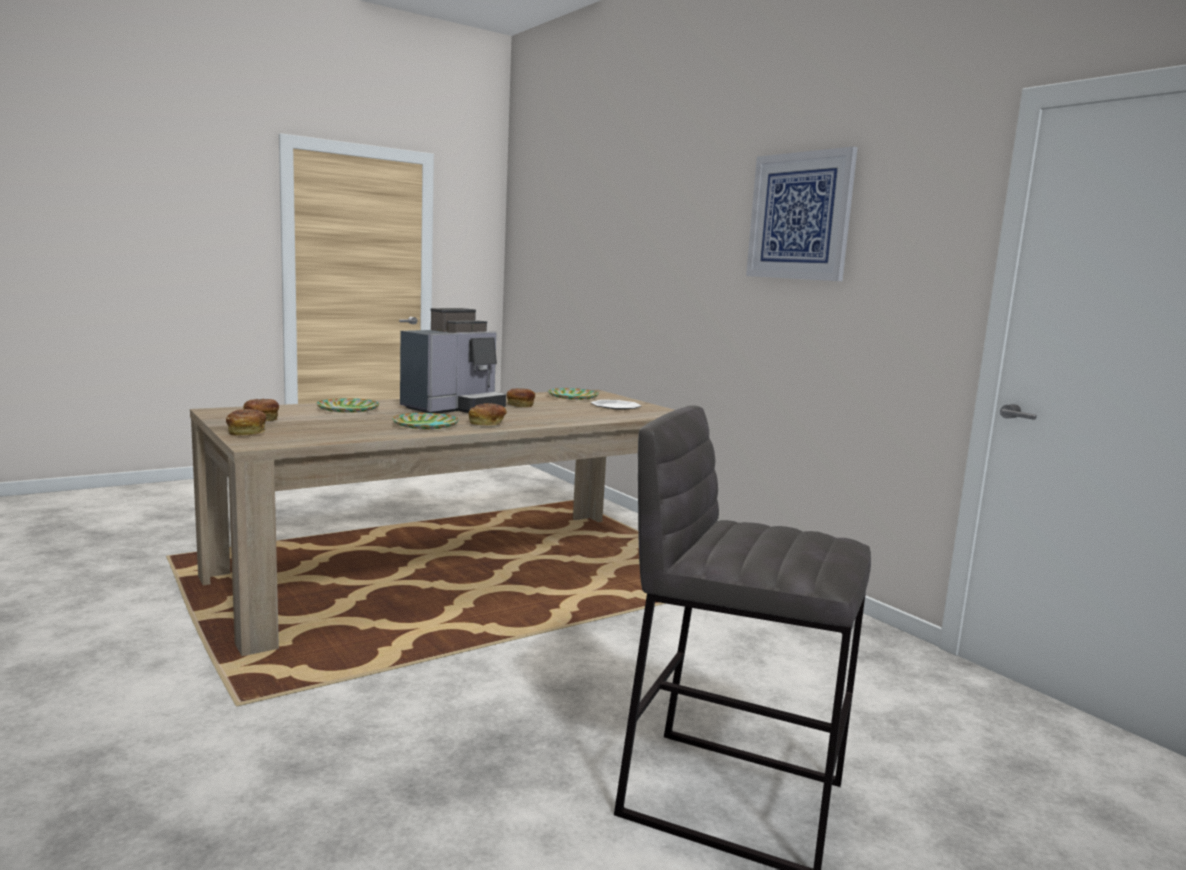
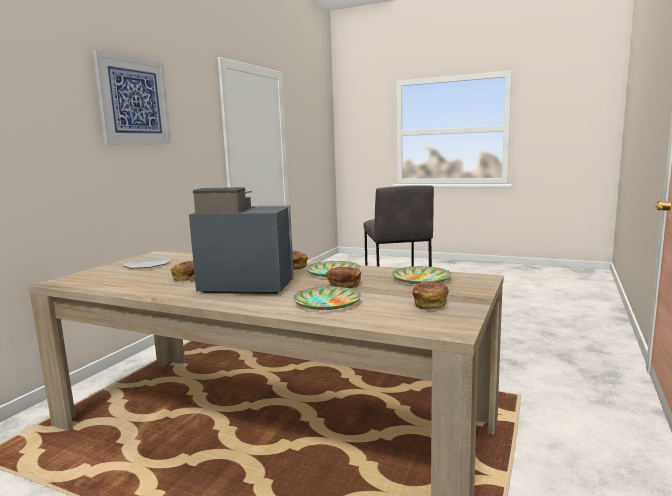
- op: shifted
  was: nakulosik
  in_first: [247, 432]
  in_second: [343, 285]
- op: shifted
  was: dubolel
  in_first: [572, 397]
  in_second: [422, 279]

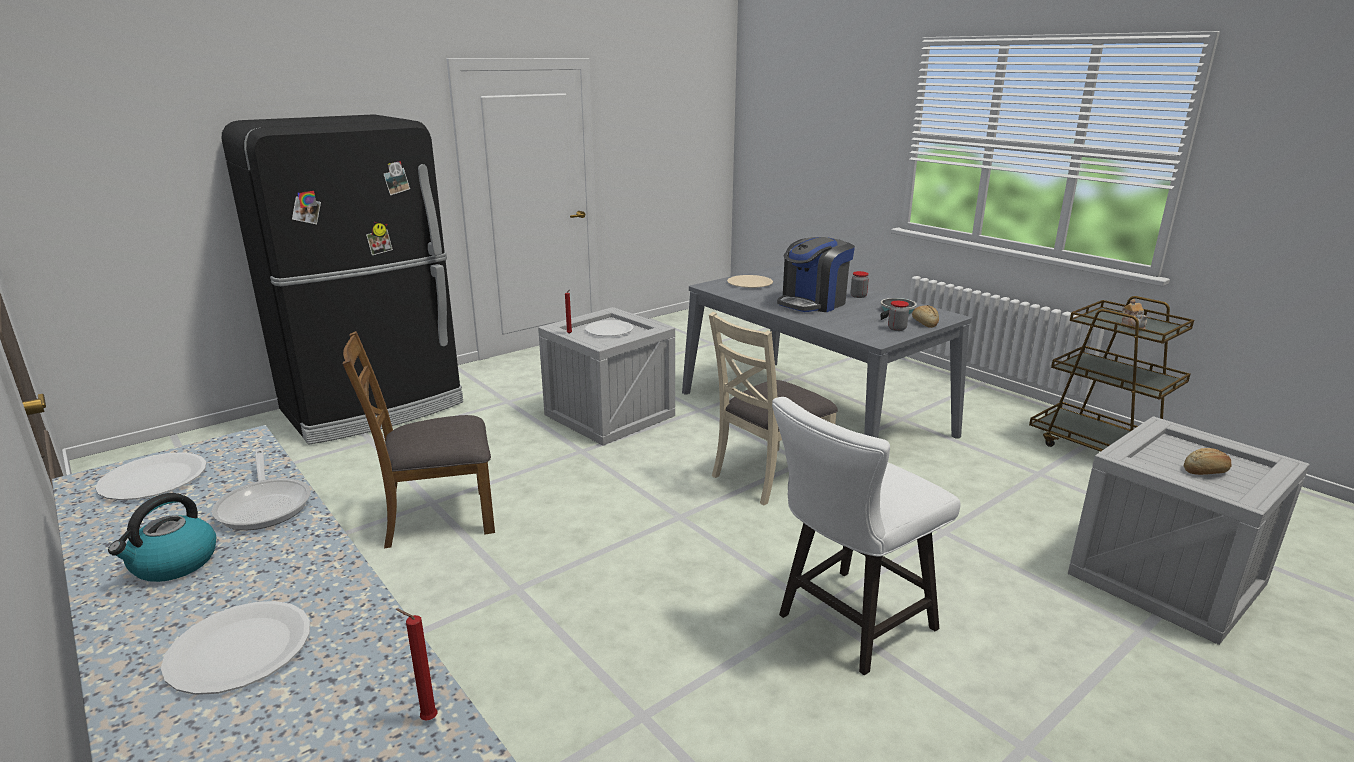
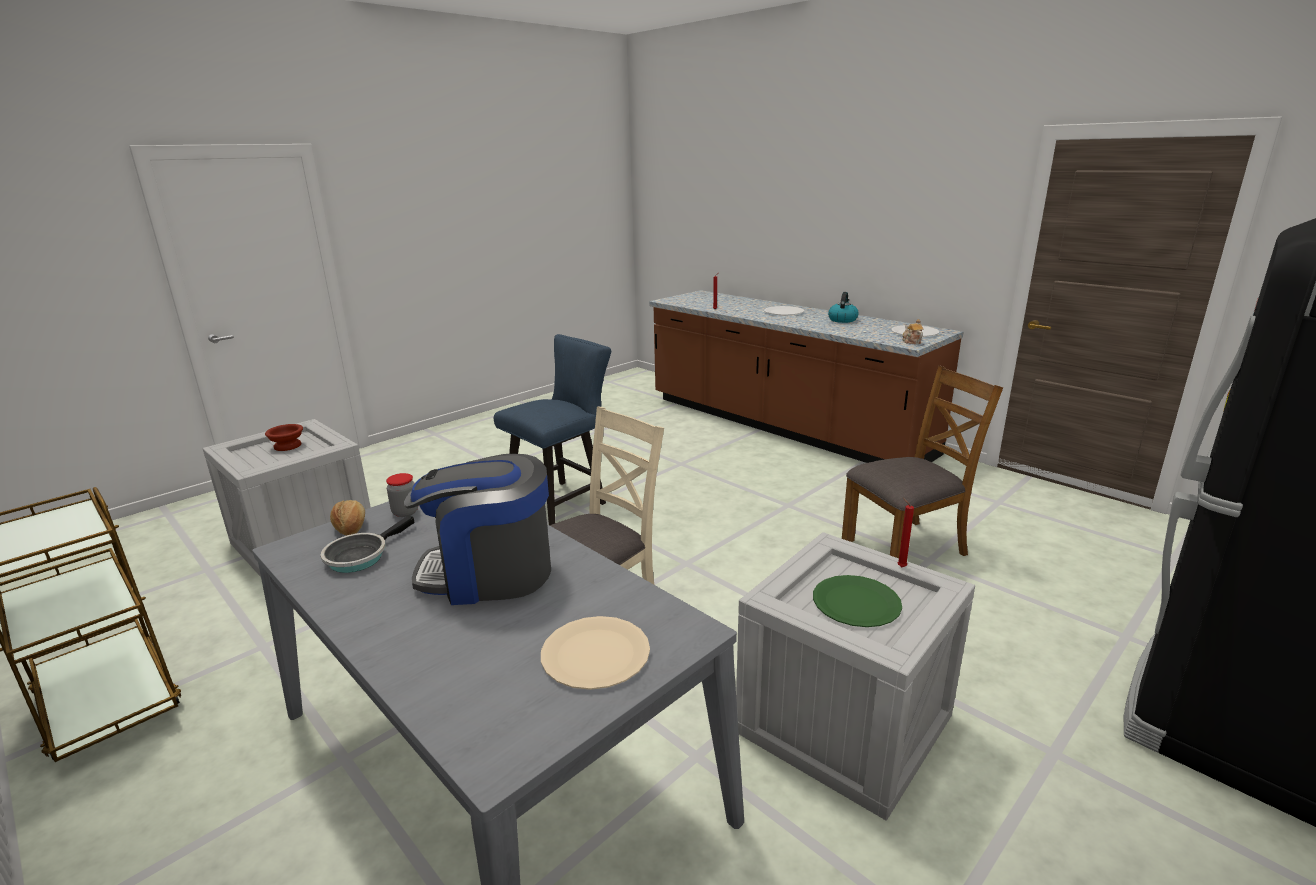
- op: gone
  was: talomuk
  in_first: [265, 505]
- op: gone
  was: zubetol
  in_first: [858, 296]
- op: shifted
  was: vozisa
  in_first: [1132, 326]
  in_second: [911, 342]
- op: swapped
  was: nakulosik
  now: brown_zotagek
  in_first: [1206, 472]
  in_second: [286, 446]
- op: repainted
  was: white_dubolel
  now: green_dubolel
  in_first: [609, 330]
  in_second: [856, 603]
- op: repainted
  was: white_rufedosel
  now: blue_rufedosel
  in_first: [848, 625]
  in_second: [562, 501]
- op: rotated
  was: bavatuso
  in_first: [813, 303]
  in_second: [489, 573]
  clockwise: -135

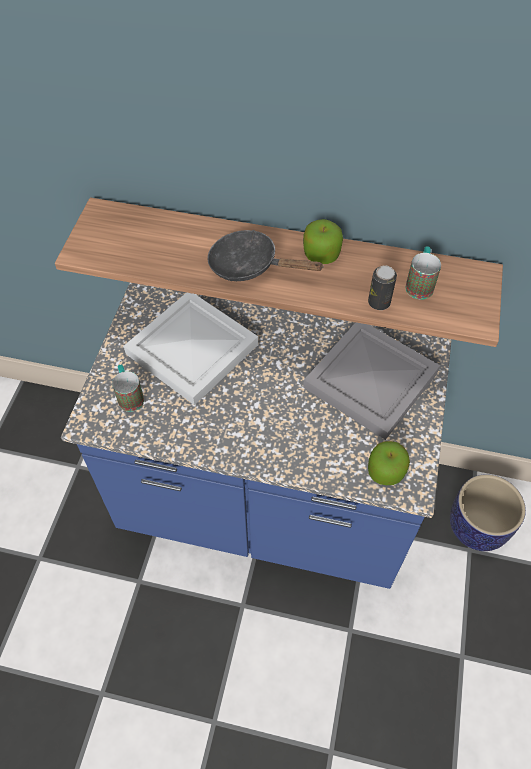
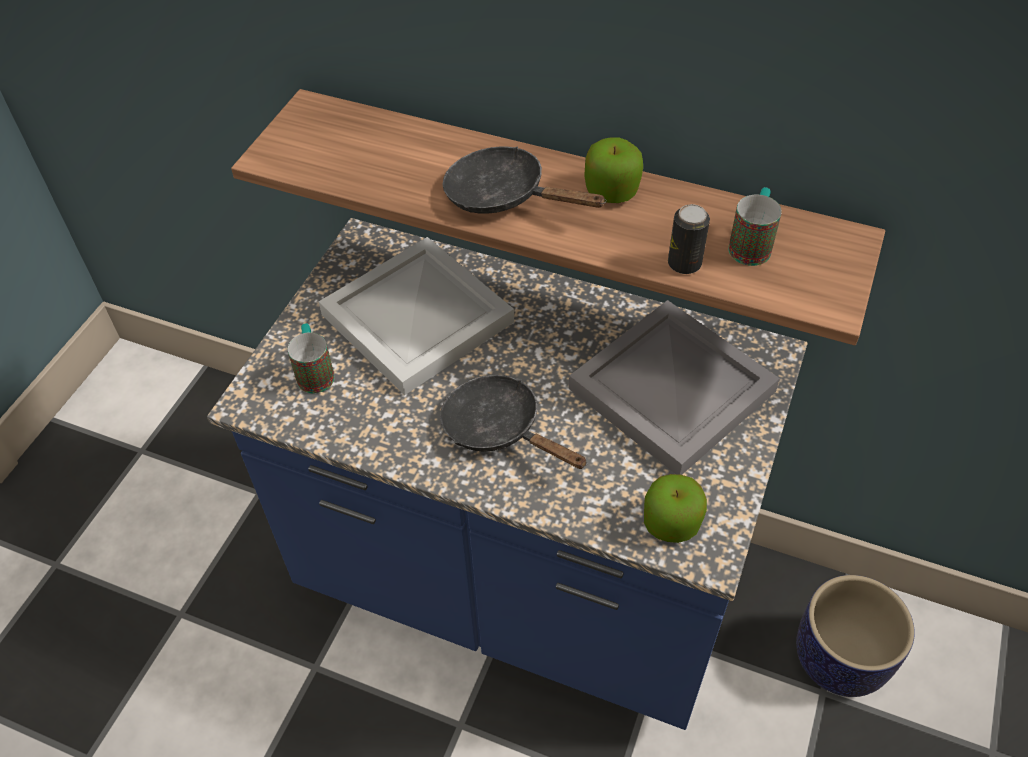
- op: new
  now: black_talomuk
  in_second: [499, 429]

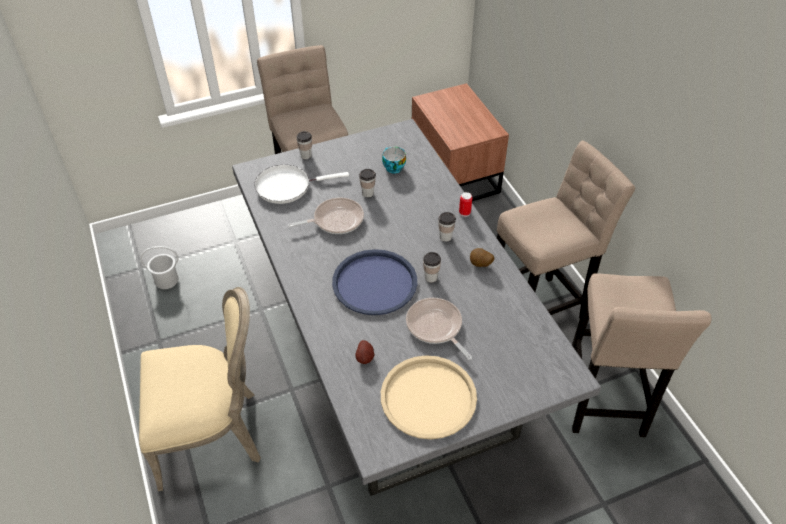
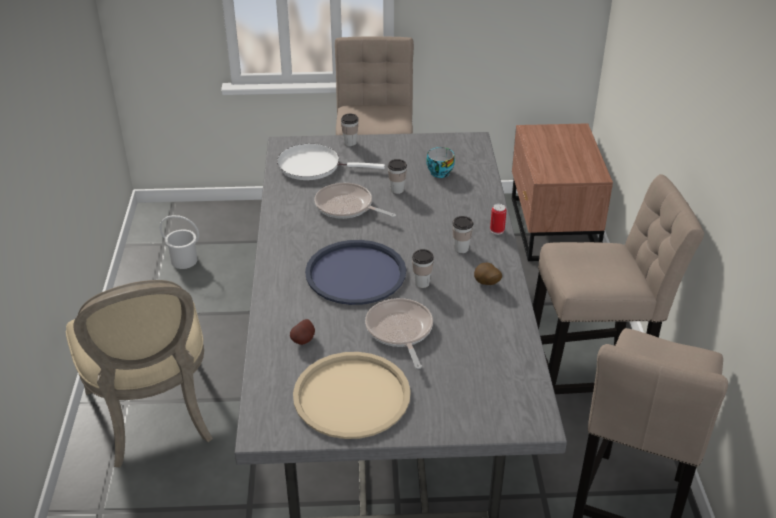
- op: rotated
  was: beige_rufedosel
  in_first: [212, 433]
  in_second: [154, 417]
  clockwise: 60
- op: rotated
  was: talomuk
  in_first: [335, 220]
  in_second: [347, 207]
  clockwise: -150

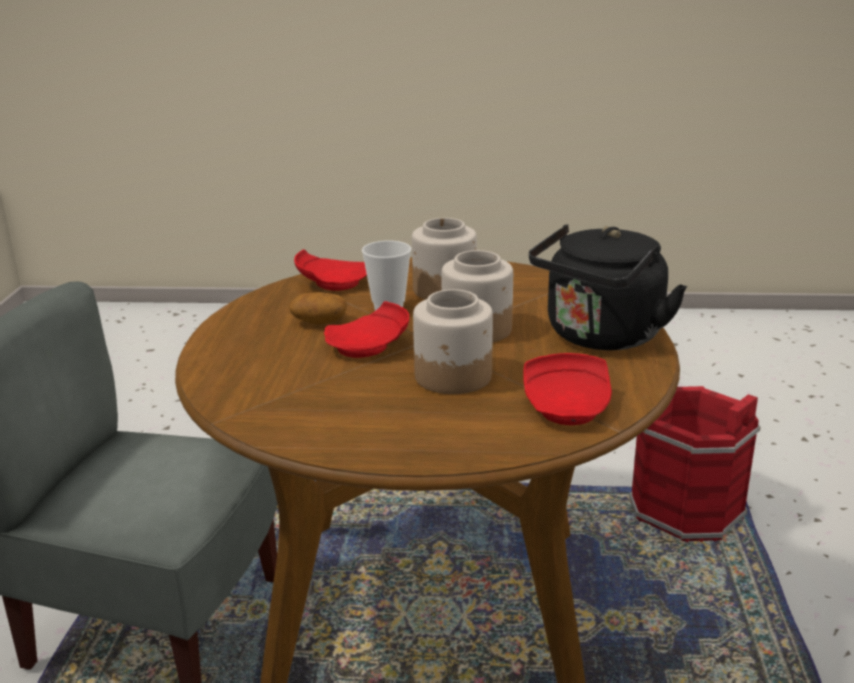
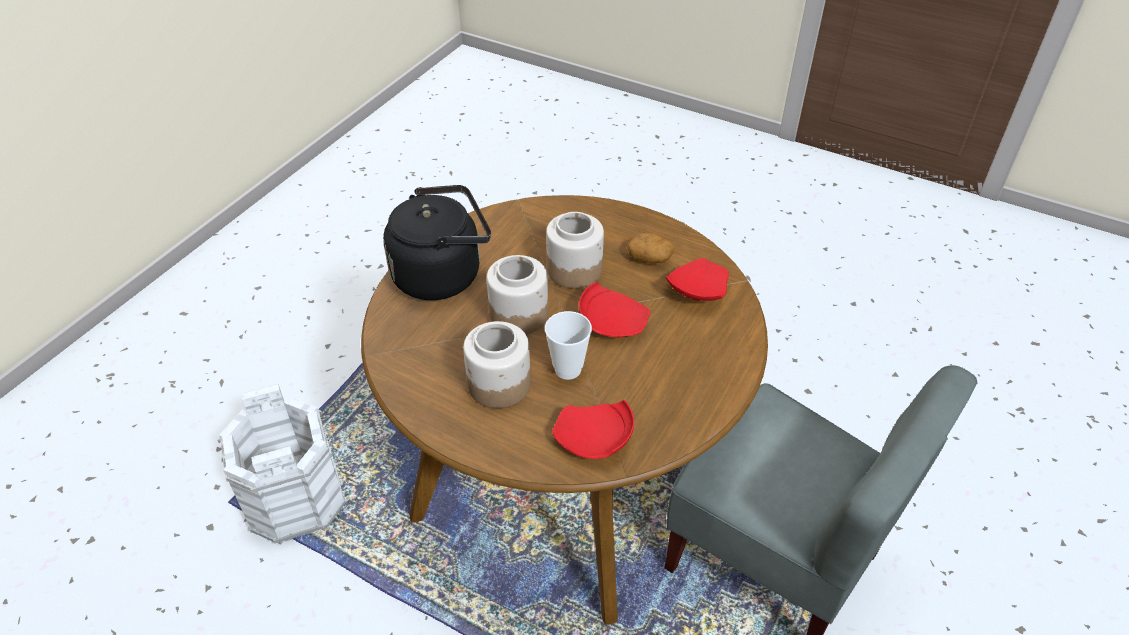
- op: shifted
  was: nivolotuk
  in_first: [319, 322]
  in_second: [650, 257]
- op: shifted
  was: red_dubolel
  in_first: [568, 407]
  in_second: [696, 291]
- op: repainted
  was: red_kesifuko
  now: white_kesifuko
  in_first: [687, 510]
  in_second: [295, 501]

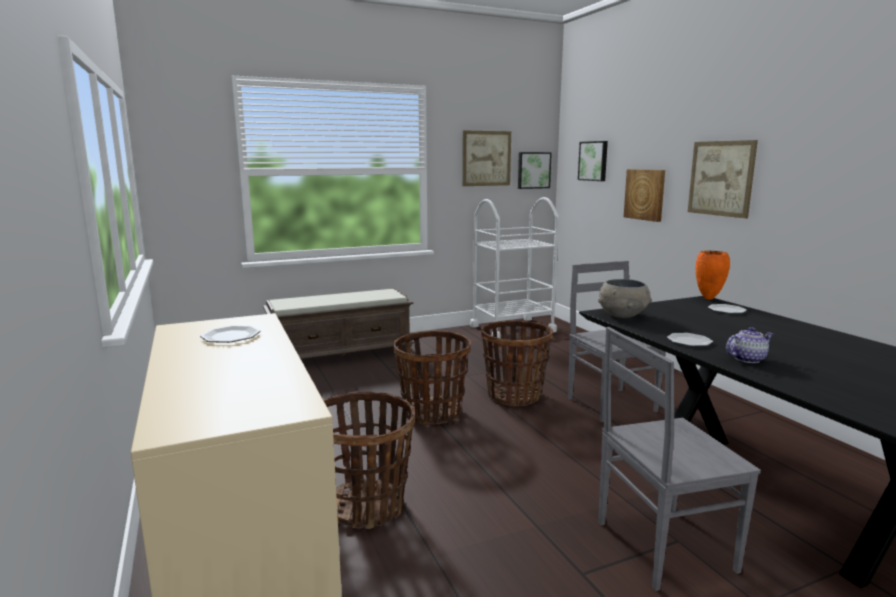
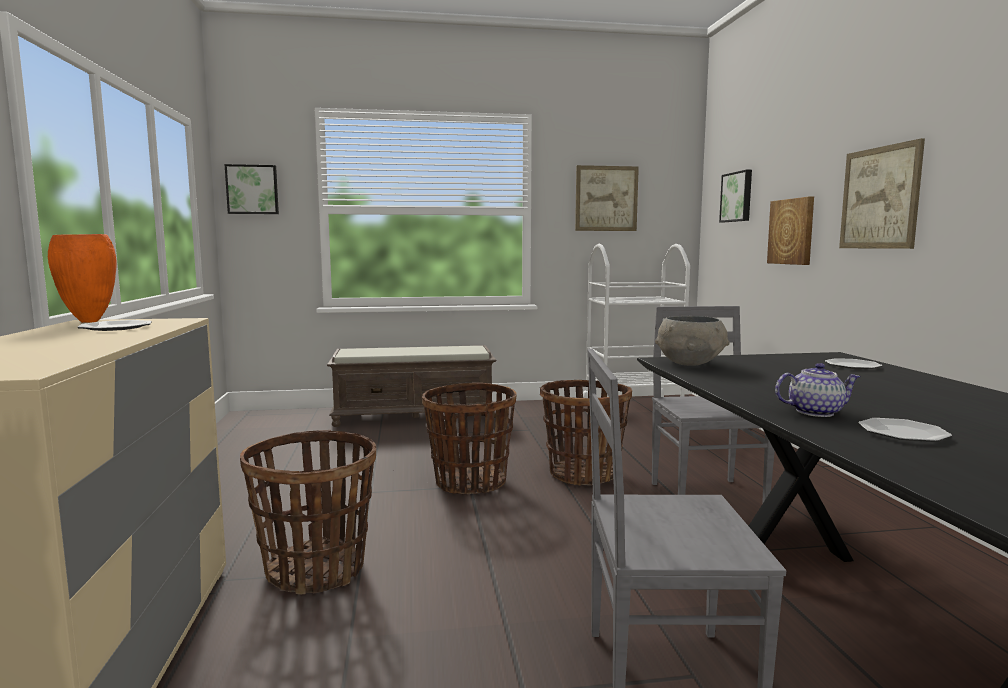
- op: shifted
  was: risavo
  in_first: [533, 170]
  in_second: [252, 189]
- op: shifted
  was: dubolel
  in_first: [688, 341]
  in_second: [902, 433]
- op: shifted
  was: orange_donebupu
  in_first: [708, 299]
  in_second: [88, 322]

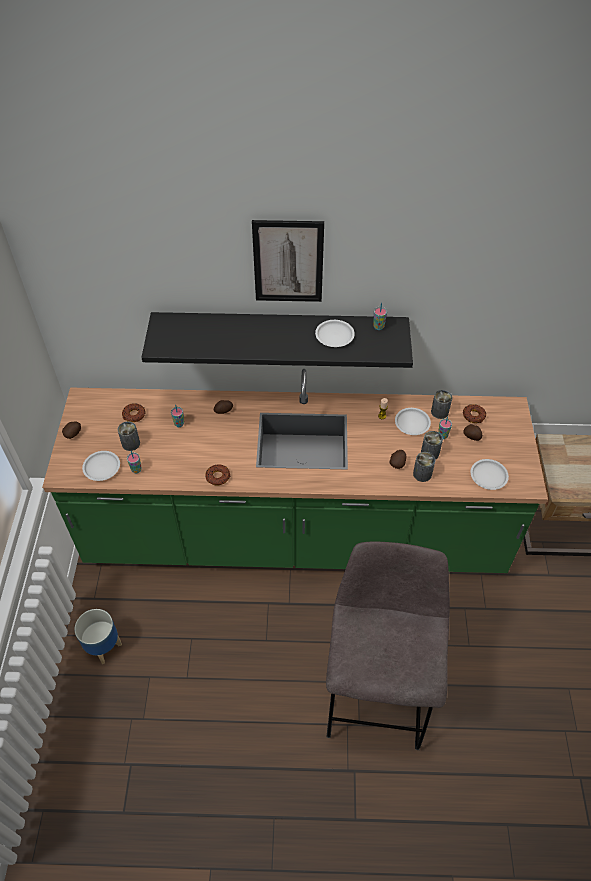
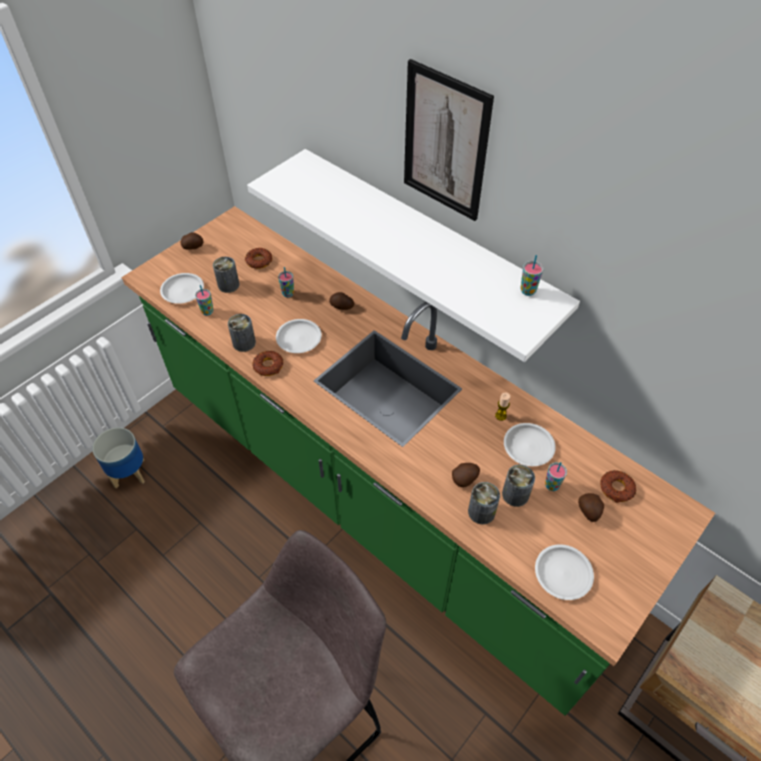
- op: shifted
  was: white_dubolel
  in_first: [334, 336]
  in_second: [298, 338]
- op: shifted
  was: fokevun
  in_first: [439, 412]
  in_second: [244, 343]
- op: repainted
  was: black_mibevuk
  now: white_mibevuk
  in_first: [279, 332]
  in_second: [427, 243]

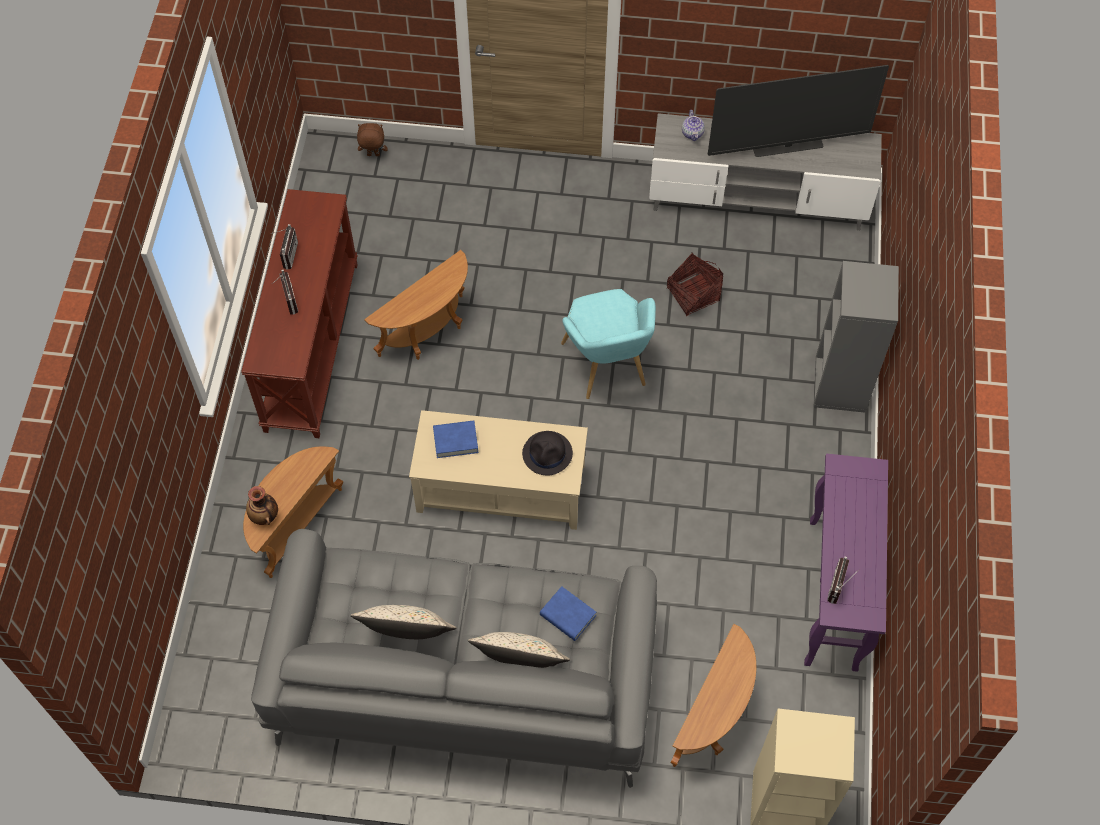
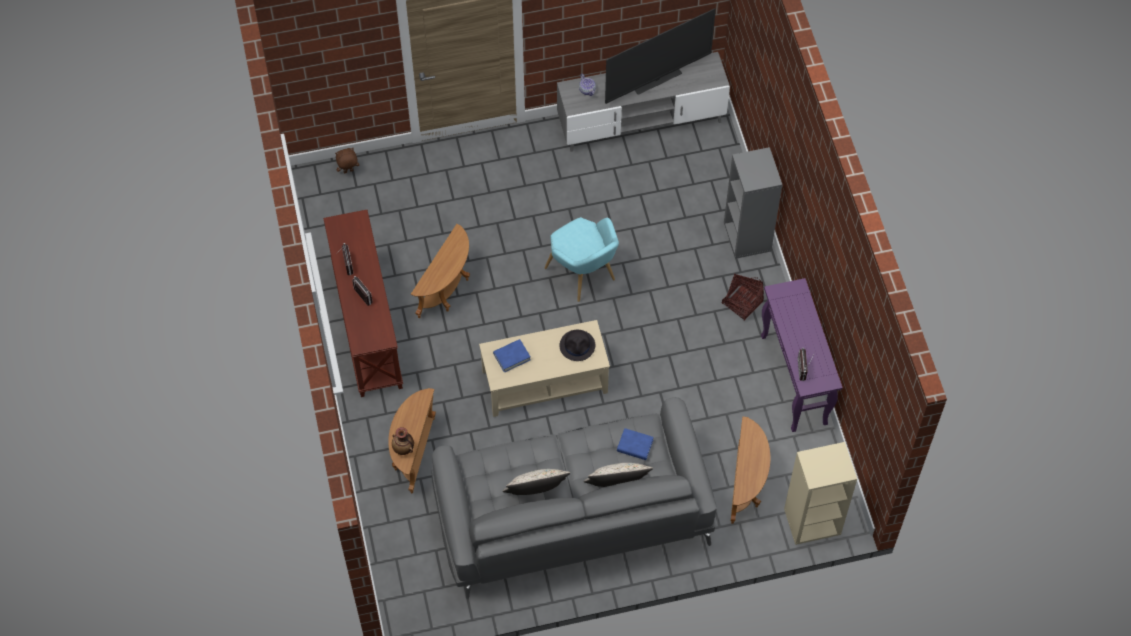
- op: shifted
  was: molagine
  in_first: [692, 294]
  in_second: [742, 303]

